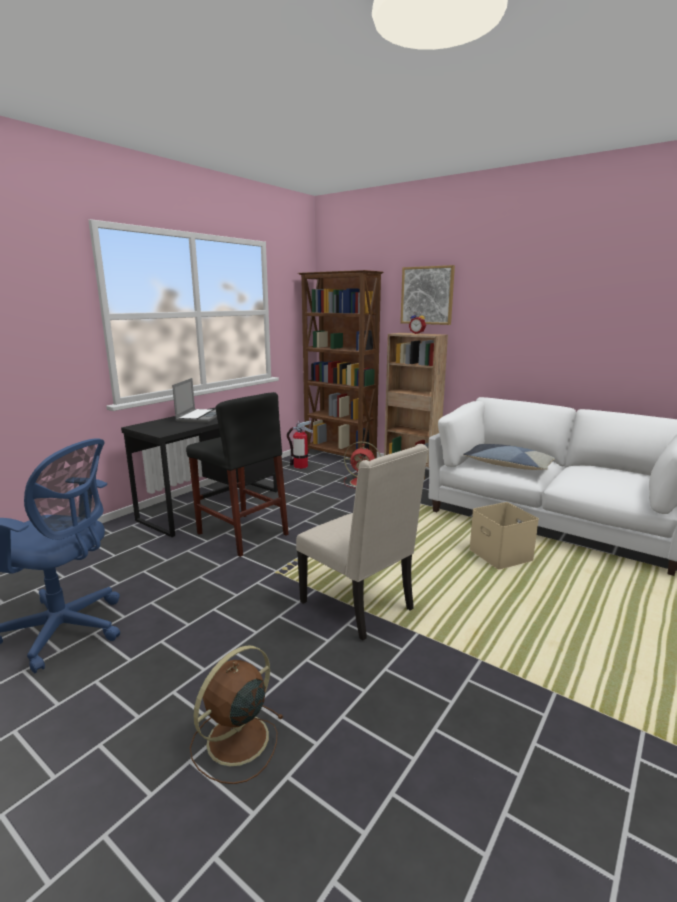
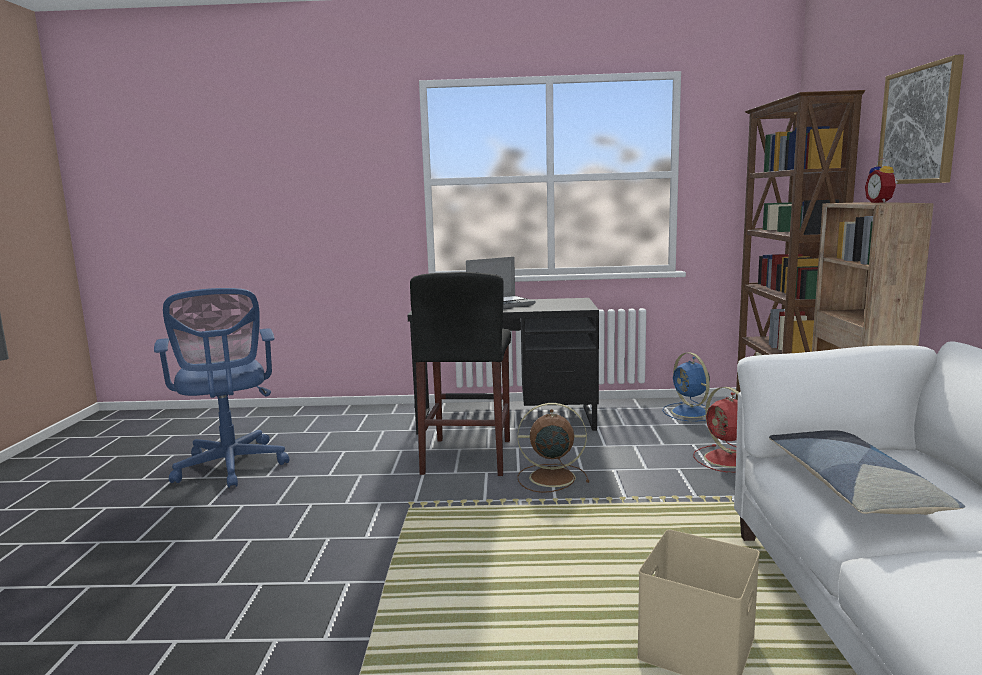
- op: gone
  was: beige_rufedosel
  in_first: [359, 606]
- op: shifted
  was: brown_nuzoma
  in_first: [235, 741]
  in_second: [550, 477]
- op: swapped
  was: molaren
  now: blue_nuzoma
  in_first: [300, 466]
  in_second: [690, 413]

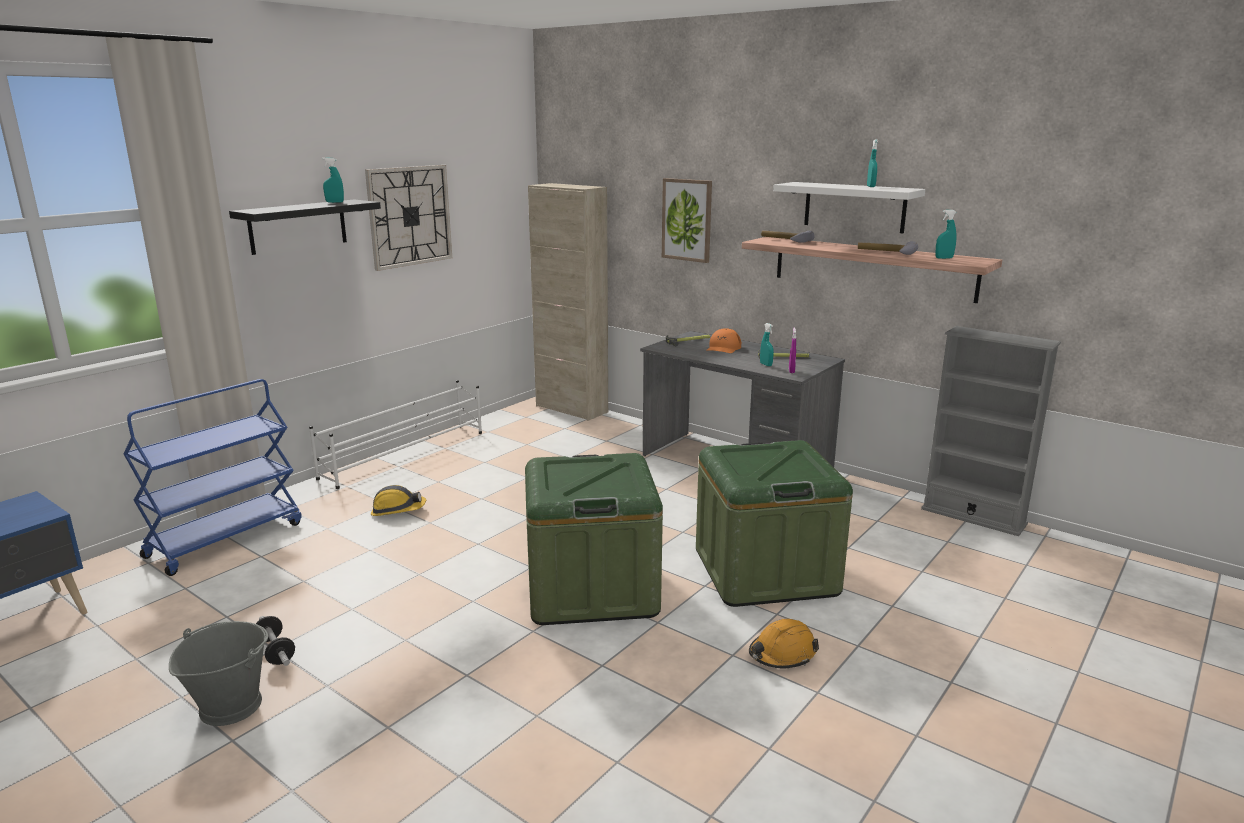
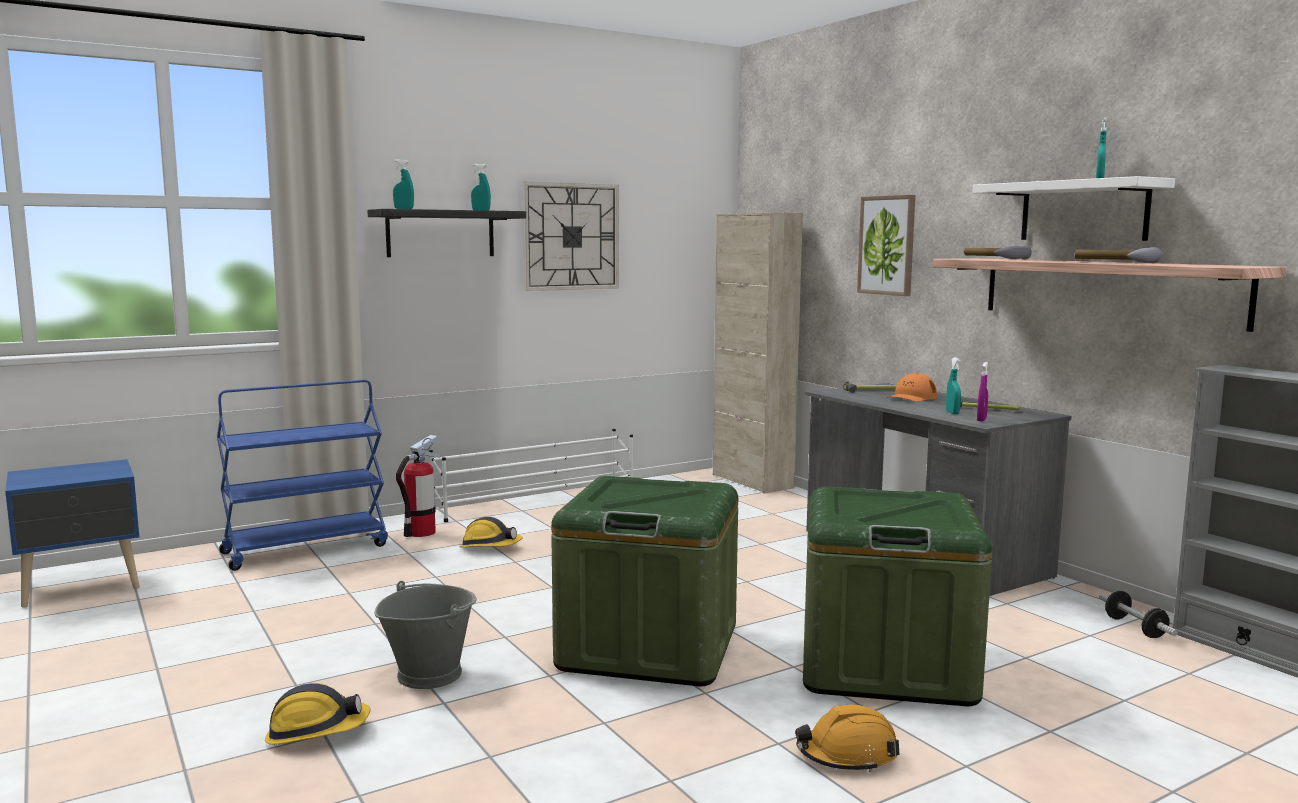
- op: new
  now: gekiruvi
  in_second: [316, 731]
- op: new
  now: molaren
  in_second: [420, 532]
- op: shifted
  was: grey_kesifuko
  in_first: [230, 705]
  in_second: [429, 674]
- op: shifted
  was: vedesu
  in_first: [275, 651]
  in_second: [1135, 628]
- op: shifted
  was: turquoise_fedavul
  in_first: [944, 258]
  in_second: [403, 209]

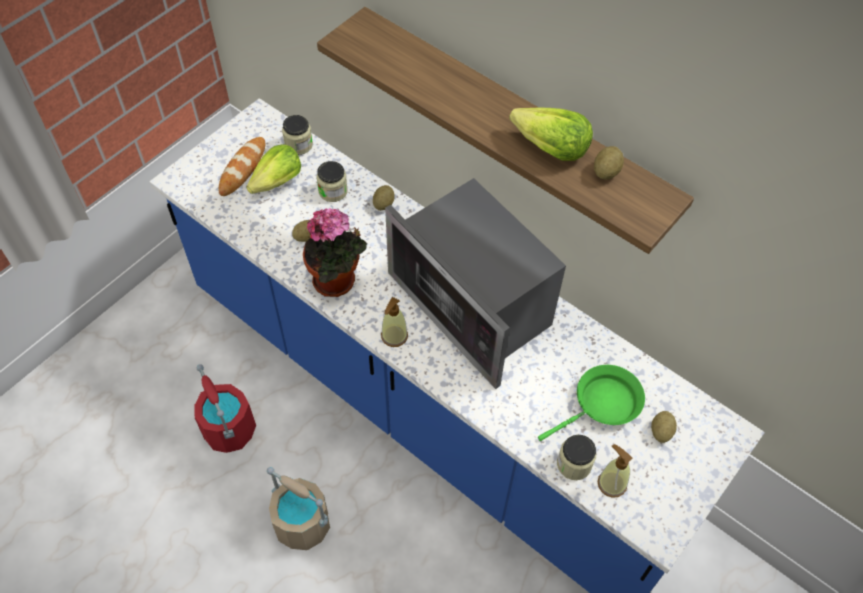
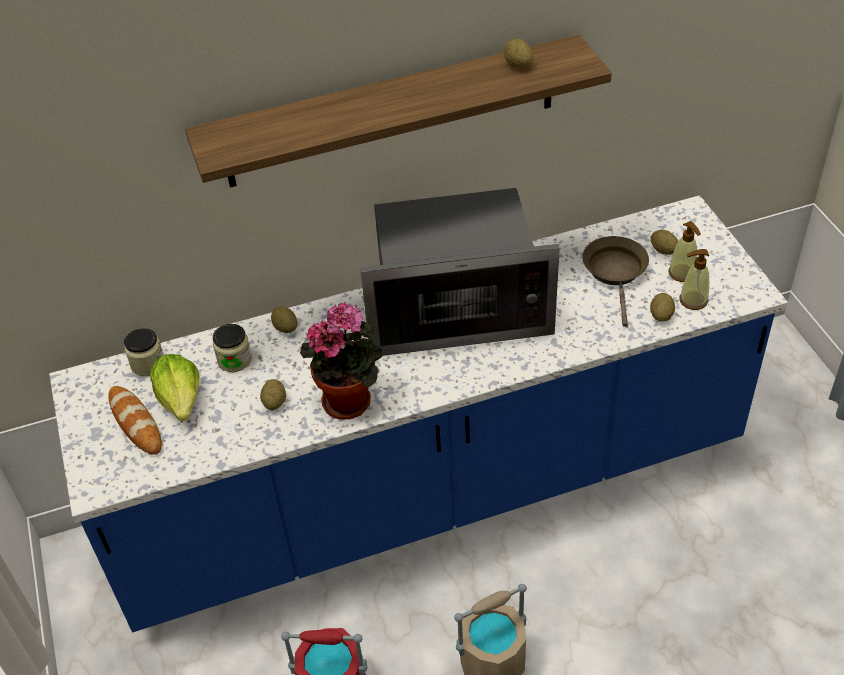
- op: gone
  was: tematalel
  in_first: [550, 148]
- op: shifted
  was: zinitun
  in_first: [394, 336]
  in_second: [682, 273]
- op: swapped
  was: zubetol
  now: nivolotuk
  in_first: [574, 464]
  in_second: [661, 315]
- op: repainted
  was: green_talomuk
  now: brown_talomuk
  in_first: [603, 404]
  in_second: [616, 273]

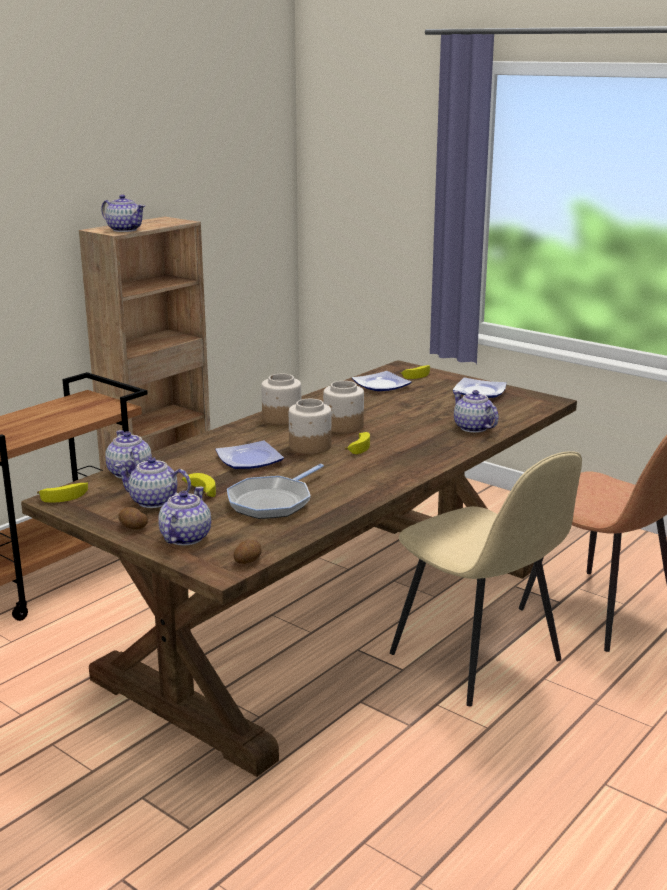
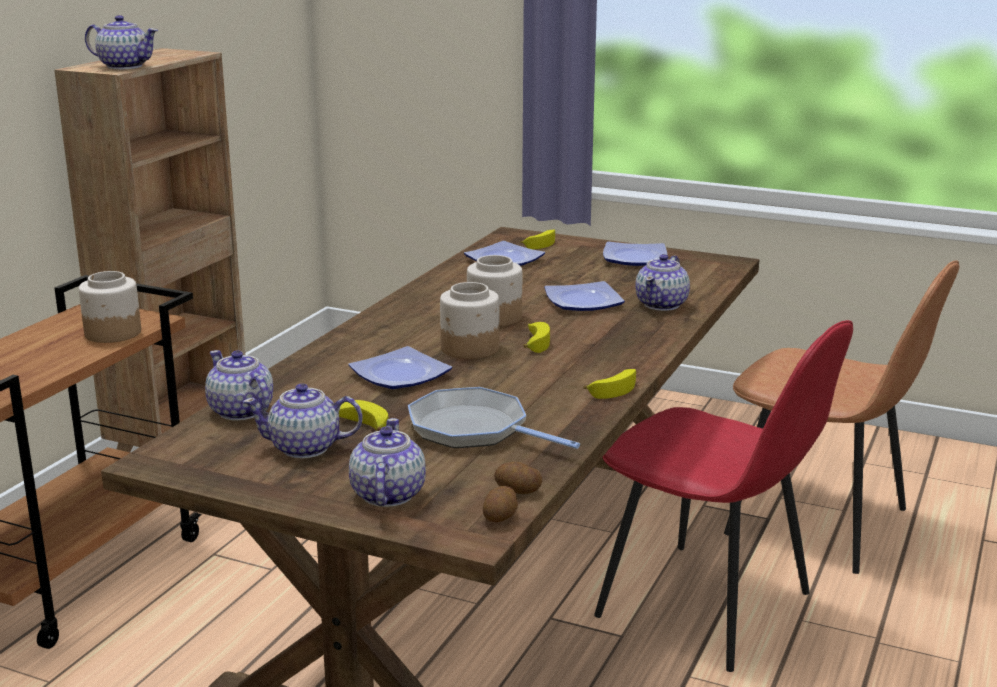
- op: new
  now: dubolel
  in_second: [581, 301]
- op: shifted
  was: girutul
  in_first: [66, 496]
  in_second: [614, 389]
- op: shifted
  was: nivolotuk
  in_first: [132, 527]
  in_second: [517, 491]
- op: shifted
  was: zubetol
  in_first: [281, 418]
  in_second: [112, 333]
- op: repainted
  was: beige_rufedosel
  now: red_rufedosel
  in_first: [478, 659]
  in_second: [708, 607]
- op: rotated
  was: talomuk
  in_first: [272, 502]
  in_second: [474, 429]
  clockwise: 105
- op: rotated
  was: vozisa
  in_first: [473, 428]
  in_second: [662, 304]
  clockwise: -105

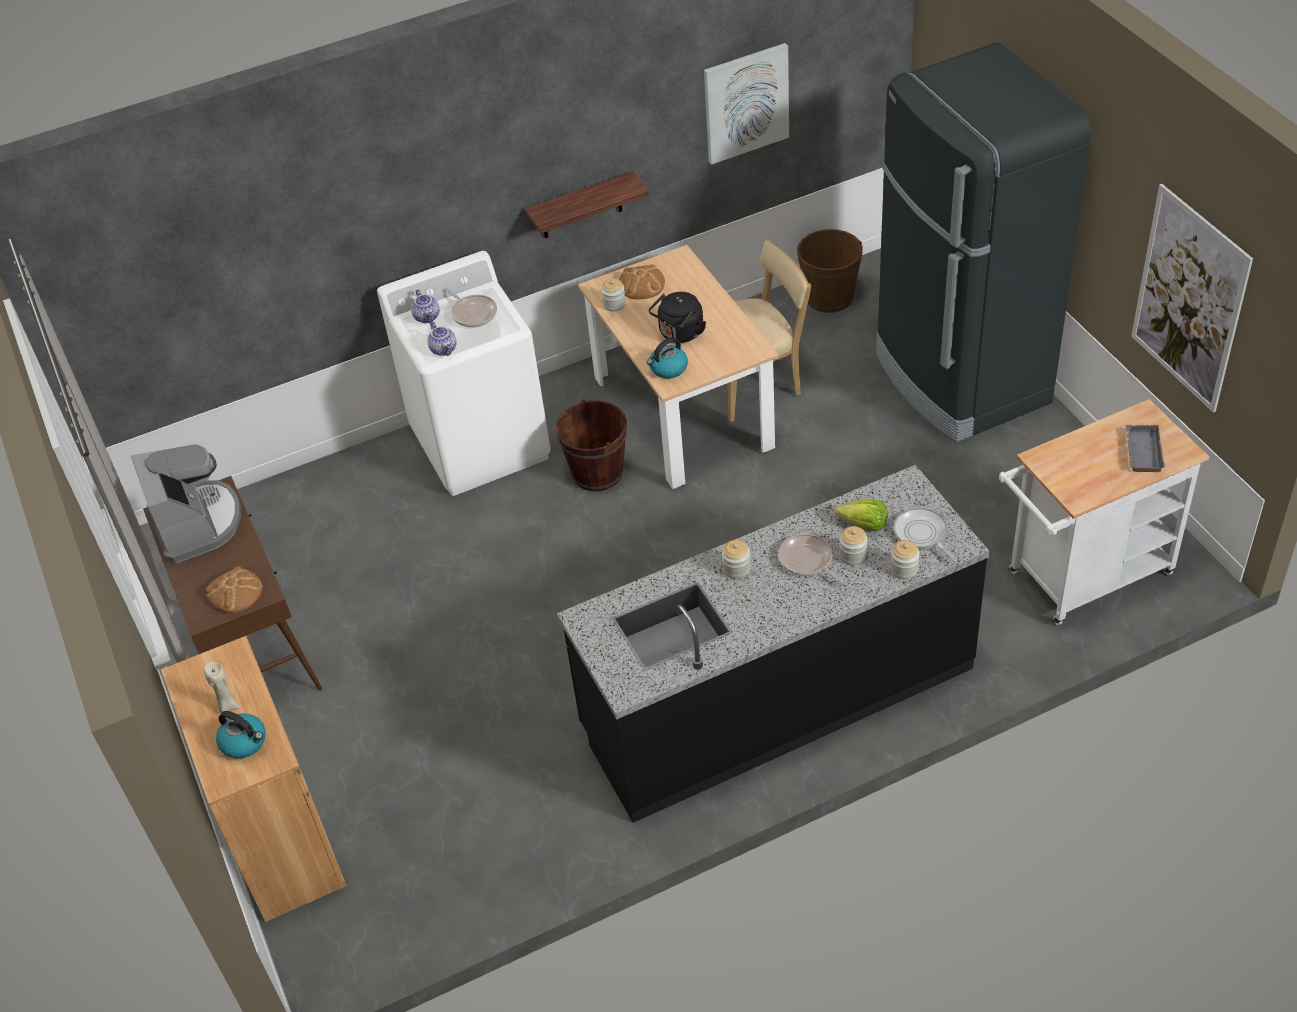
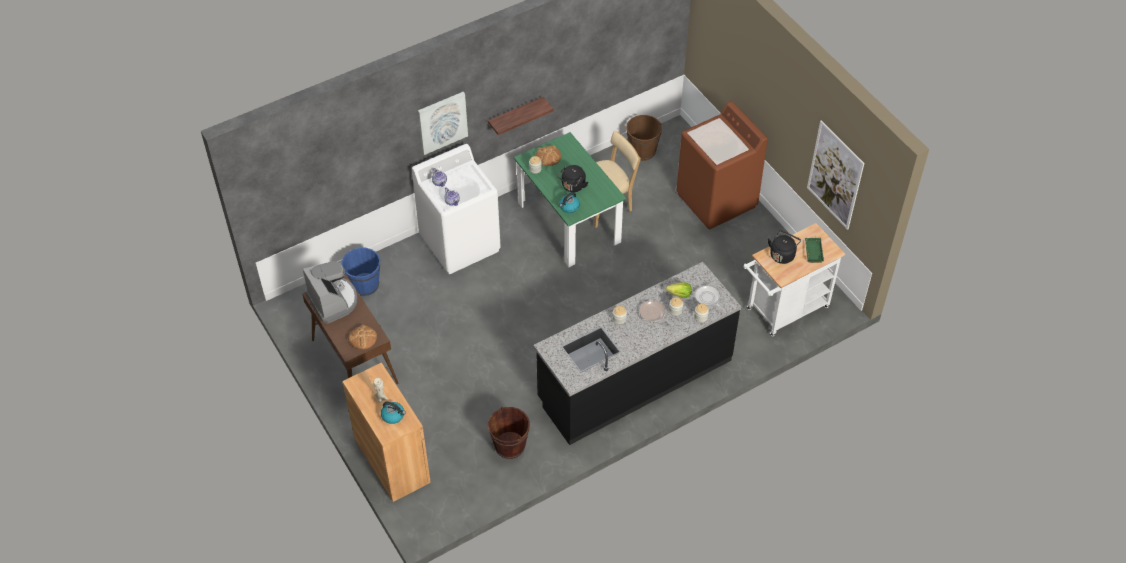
- op: gone
  was: talomuk
  in_first: [473, 313]
- op: new
  now: blue_kesifuko
  in_second: [364, 285]
- op: new
  now: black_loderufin
  in_second: [782, 254]
- op: shifted
  was: brown_kesifuko
  in_first: [597, 473]
  in_second: [509, 446]
- op: shifted
  was: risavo
  in_first: [746, 103]
  in_second: [442, 122]
- op: swapped
  was: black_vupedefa
  now: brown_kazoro
  in_first: [960, 380]
  in_second: [716, 200]
- op: repainted
  was: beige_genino
  now: green_genino
  in_first: [682, 413]
  in_second: [569, 223]
- op: repainted
  was: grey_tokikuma
  now: green_tokikuma
  in_first: [1141, 451]
  in_second: [812, 251]

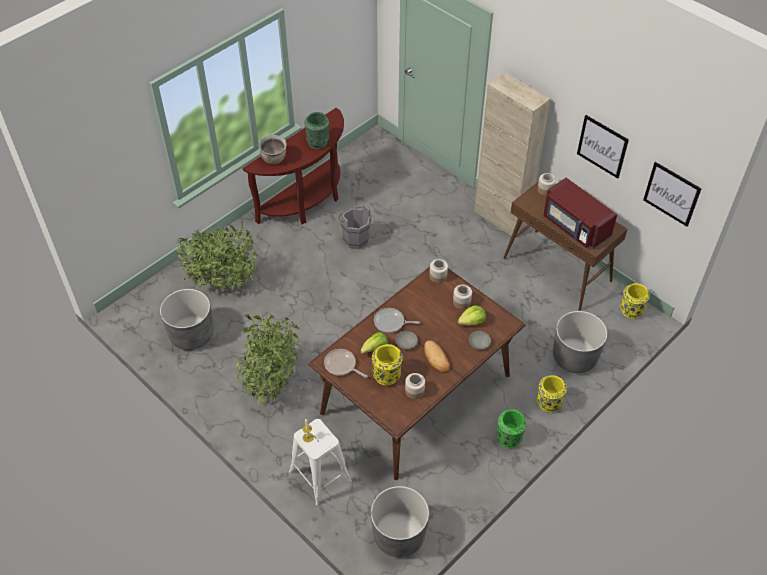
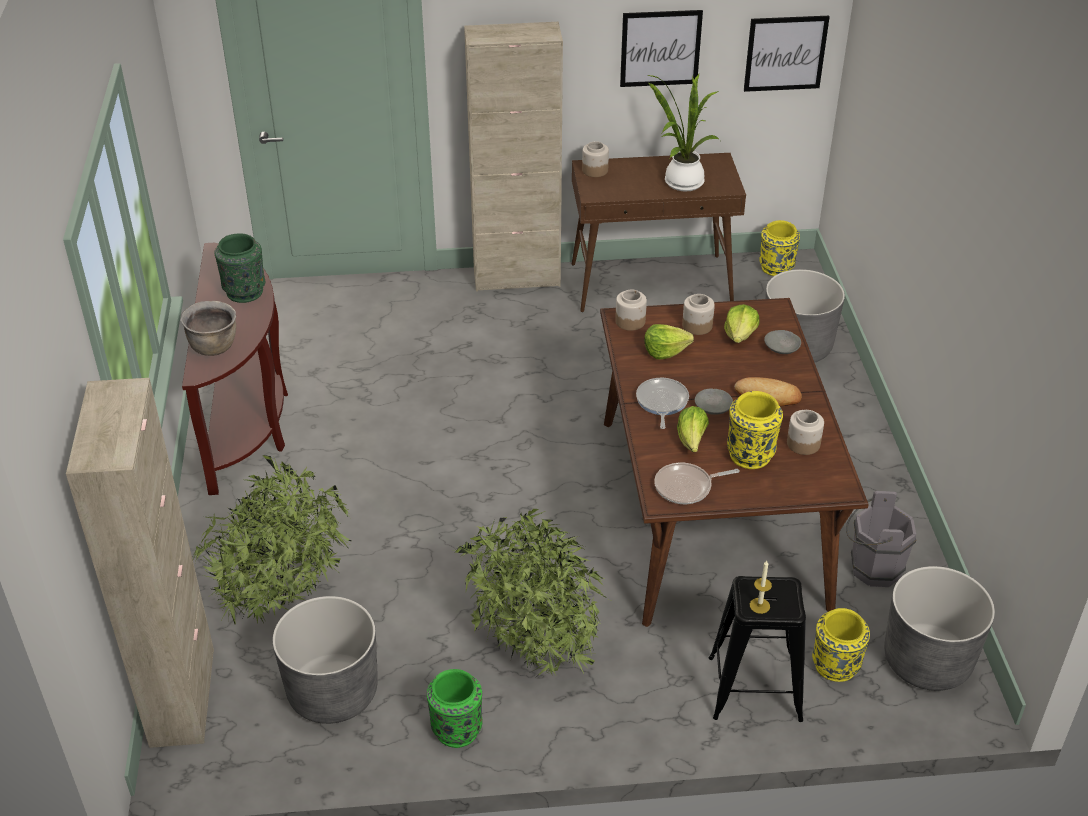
- op: new
  now: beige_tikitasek
  in_second: [183, 697]
- op: new
  now: tematalel
  in_second: [665, 351]
- op: shifted
  was: grey_kesifuko
  in_first: [355, 238]
  in_second: [871, 568]
- op: shifted
  was: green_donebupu
  in_first: [509, 438]
  in_second: [456, 729]
- op: shifted
  was: yellow_donebupu
  in_first: [548, 403]
  in_second: [835, 667]
- op: swapped
  was: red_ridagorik
  now: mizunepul
  in_first: [575, 226]
  in_second: [680, 182]
- op: repainted
  was: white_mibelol
  now: black_mibelol
  in_first: [320, 476]
  in_second: [754, 689]
- op: rotated
  was: talomuk
  in_first: [391, 322]
  in_second: [661, 402]
  clockwise: 135

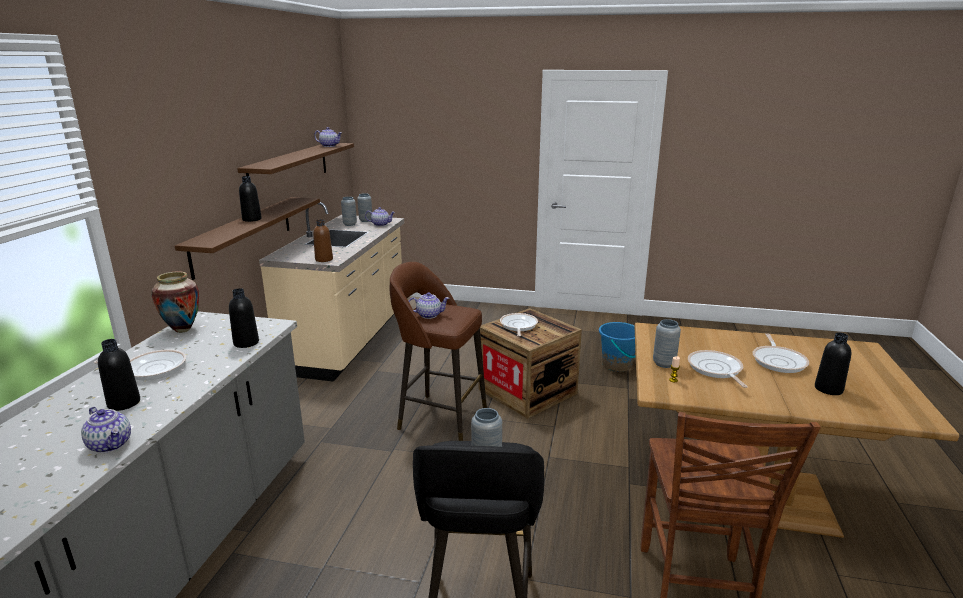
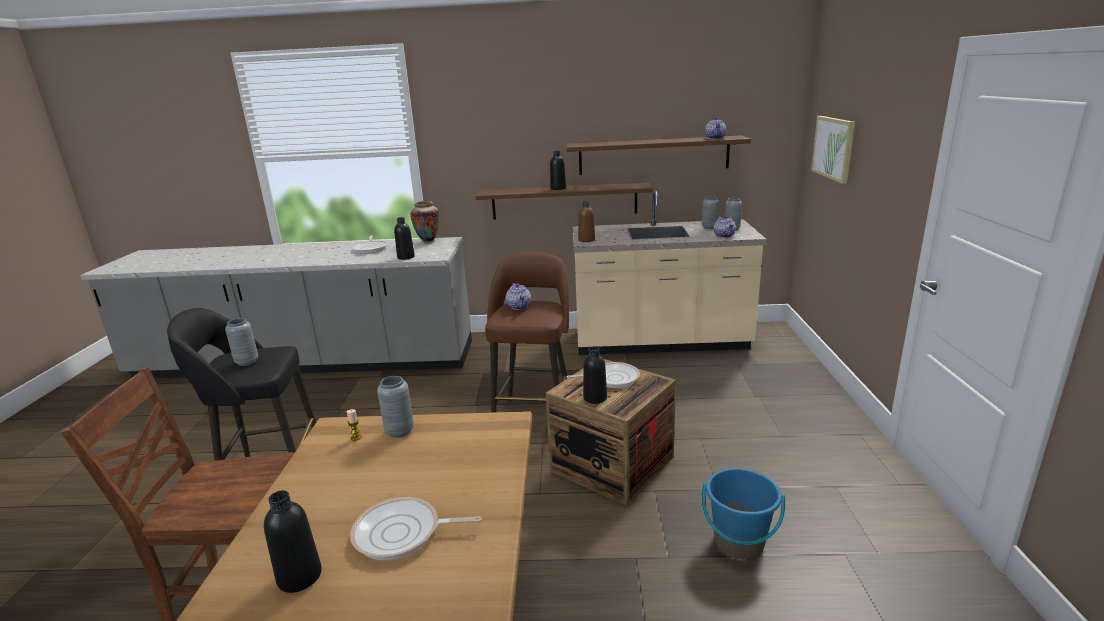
- op: gone
  was: vozisa
  in_first: [111, 444]
- op: gone
  was: talomuk
  in_first: [715, 369]
- op: new
  now: risavo
  in_second: [833, 148]
- op: shifted
  was: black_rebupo
  in_first: [124, 403]
  in_second: [595, 398]

